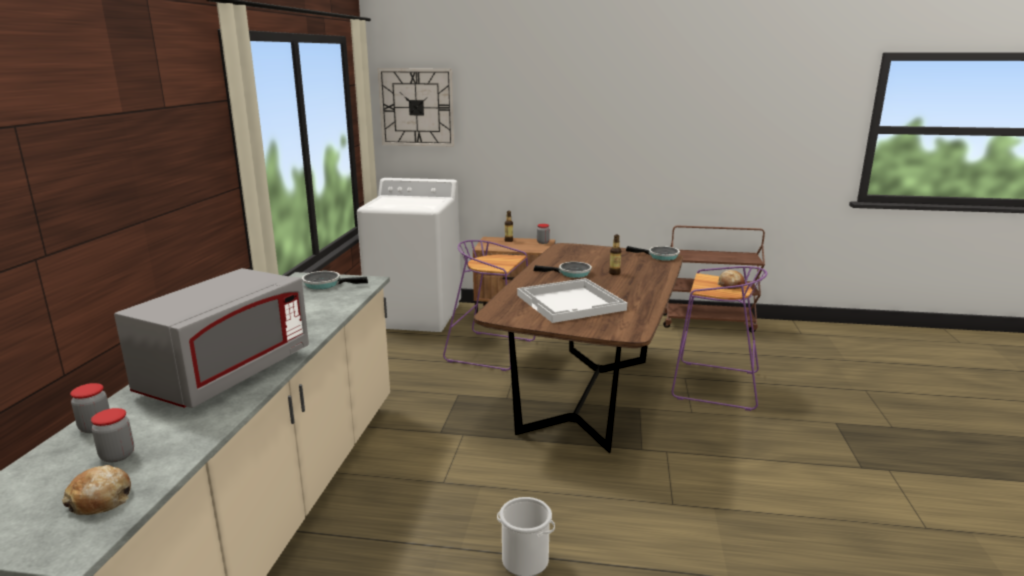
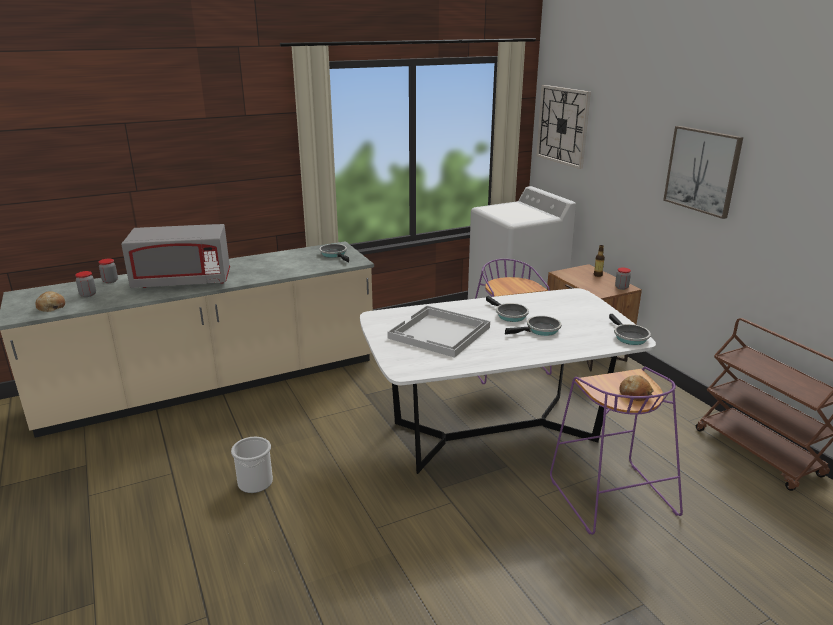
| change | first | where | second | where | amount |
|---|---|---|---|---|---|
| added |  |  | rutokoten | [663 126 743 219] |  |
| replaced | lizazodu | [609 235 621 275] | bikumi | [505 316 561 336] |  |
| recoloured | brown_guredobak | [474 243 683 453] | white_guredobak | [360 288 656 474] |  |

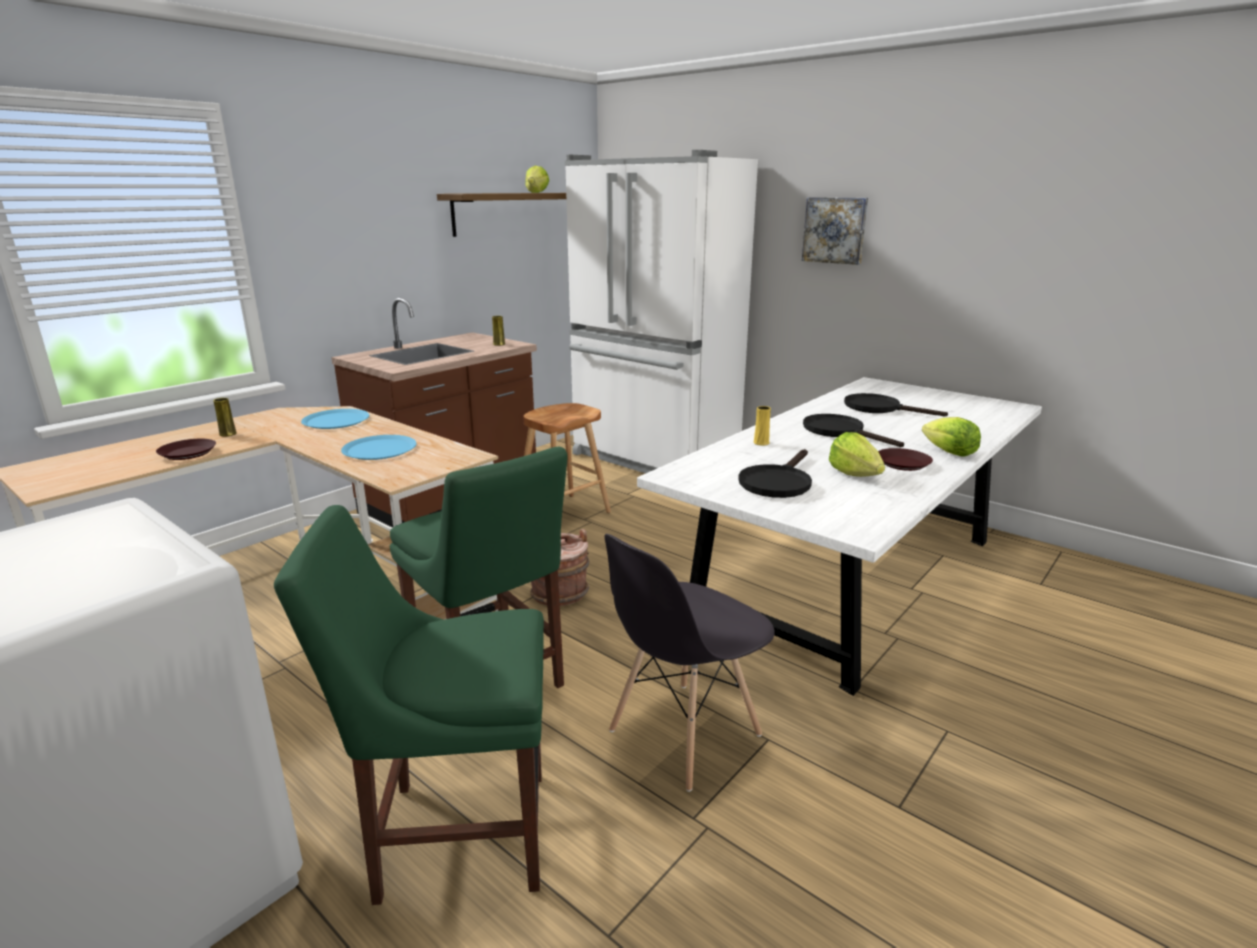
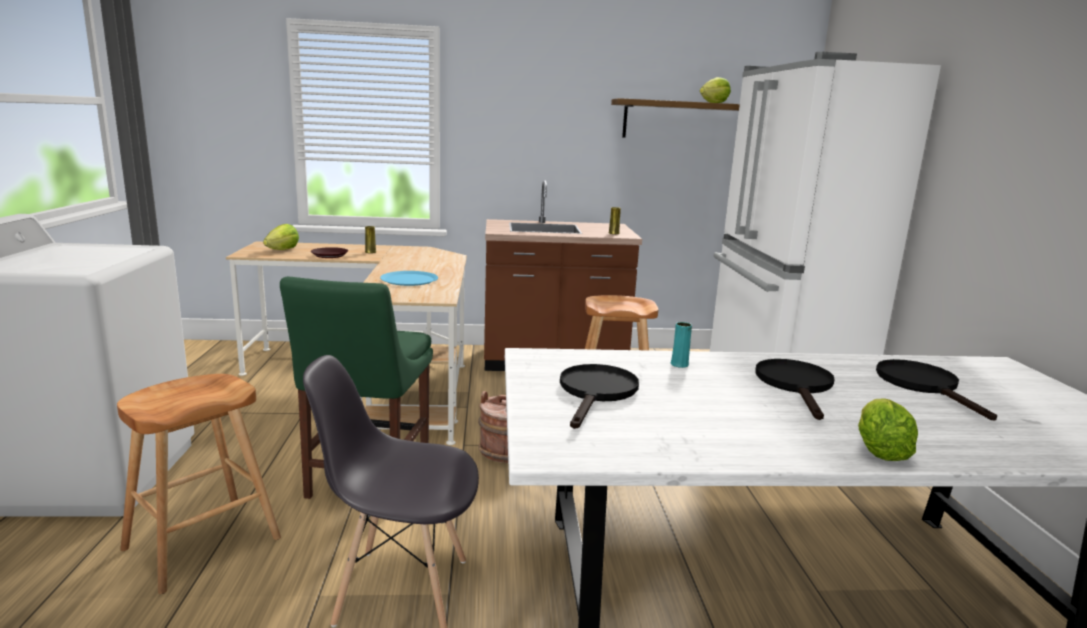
| change | first | where | second | where | amount |
|---|---|---|---|---|---|
| removed | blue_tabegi | [301 409 369 429] |  |  |  |
| removed | rutokoten | [802 197 868 265] |  |  |  |
| removed | brown_tabegi | [878 448 933 471] |  |  |  |
| moved | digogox | [829 432 885 477] |  | [263 224 299 250] |  |
| replaced | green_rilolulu | [274 505 544 905] | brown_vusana | [117 374 281 594] |  |
| recoloured | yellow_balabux | [754 406 771 446] | turquoise_balabux | [671 322 692 368] |  |
| turned | black_bikumi | [738 449 812 498] |  | [560 364 639 429] | 120 degrees clockwise |

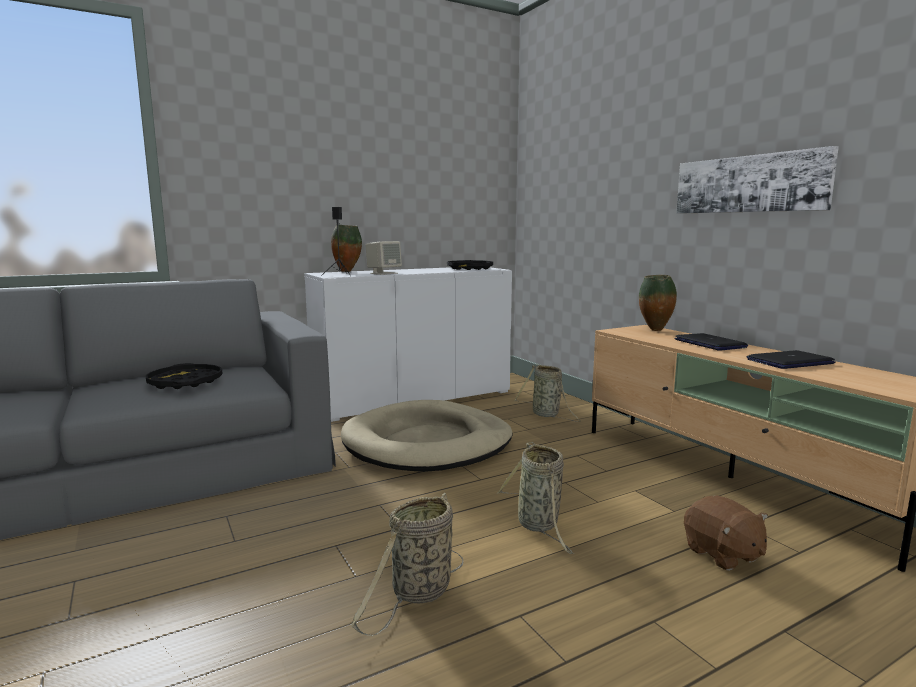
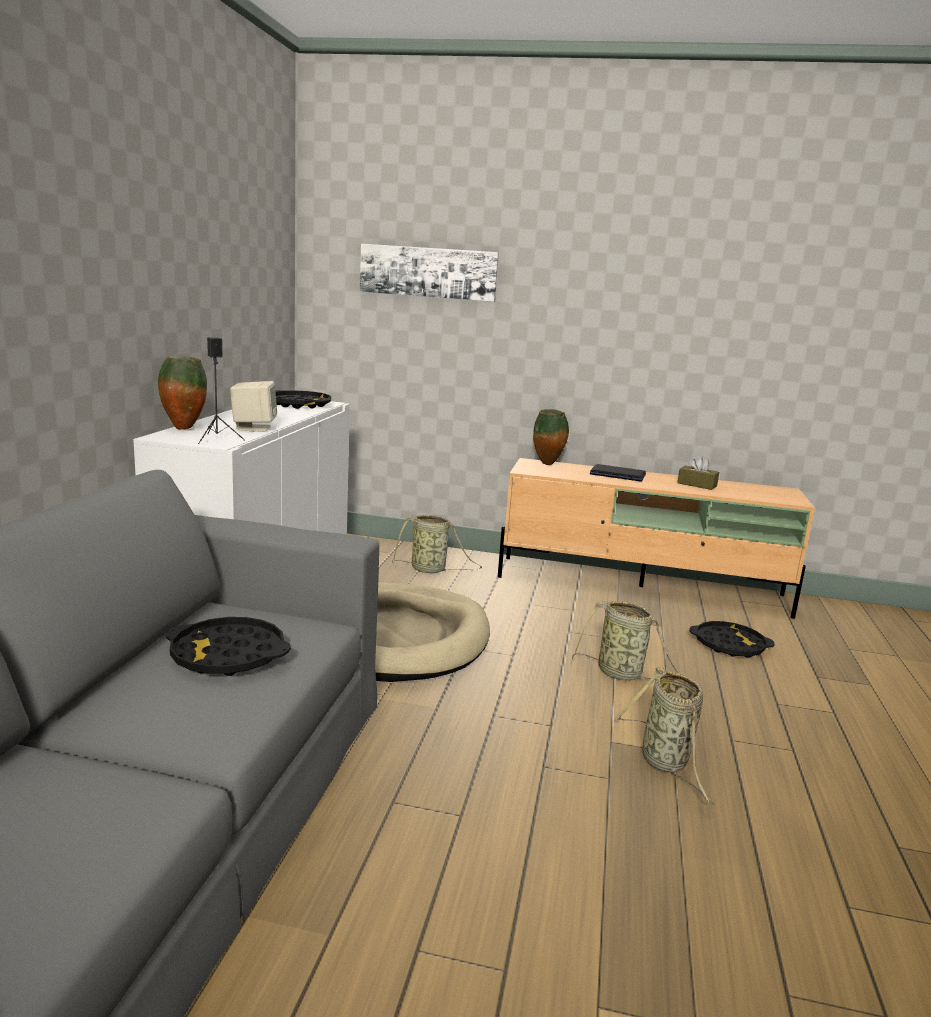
| change | first | where | second | where | amount |
|---|---|---|---|---|---|
| moved | rutokoten | [676 146 839 214] |  | [360 244 499 302] |  |
| replaced | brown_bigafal | [684 495 768 571] | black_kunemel | [689 621 775 658] |  |
| replaced | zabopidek | [747 350 836 369] | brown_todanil | [677 456 719 490] |  |

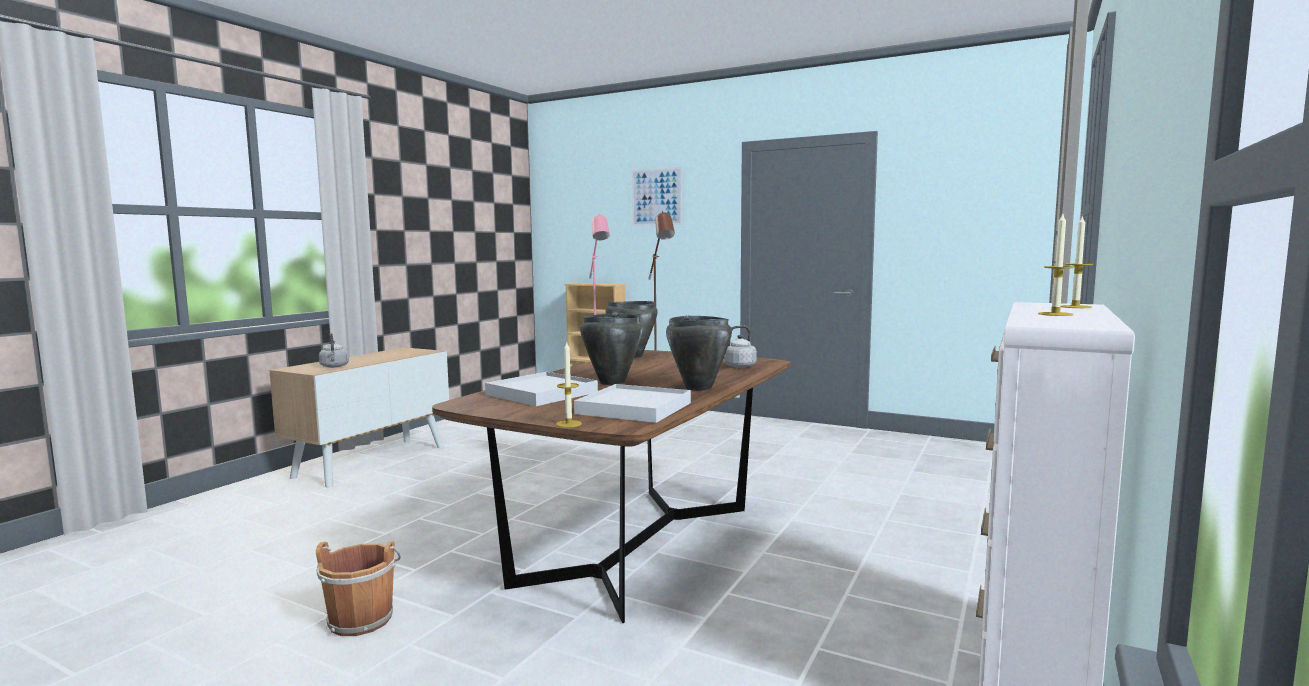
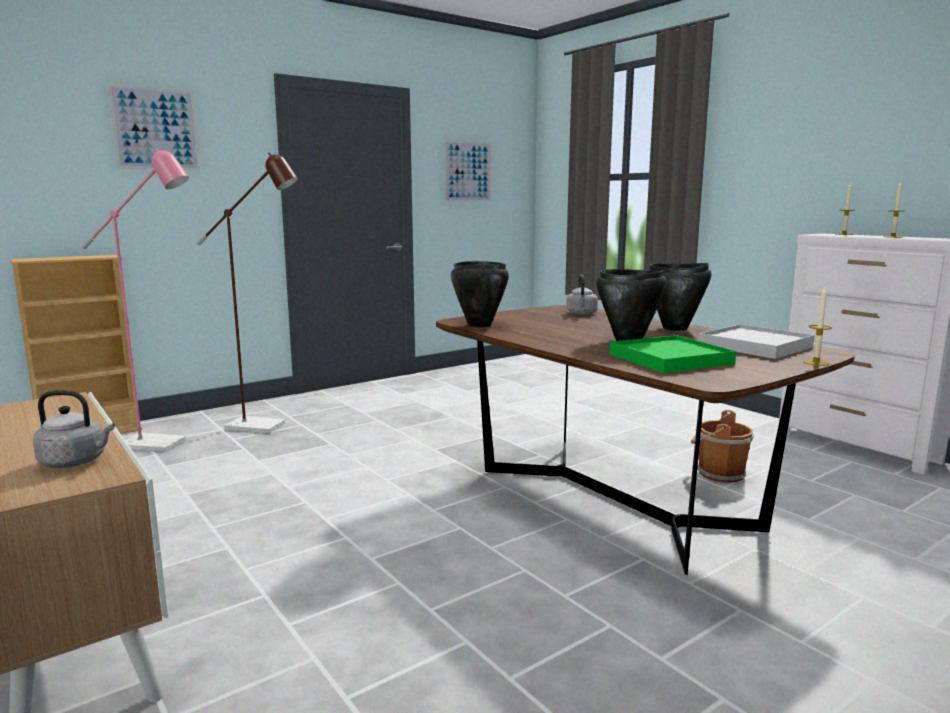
| change | first | where | second | where | amount |
|---|---|---|---|---|---|
| added |  |  | rutokoten | [444 140 492 202] |  |
| moved | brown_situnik | [316 541 401 636] |  | [691 410 754 483] |  |
| recoloured | white_kunemel | [485 372 598 406] | green_kunemel | [609 335 736 373] |  |

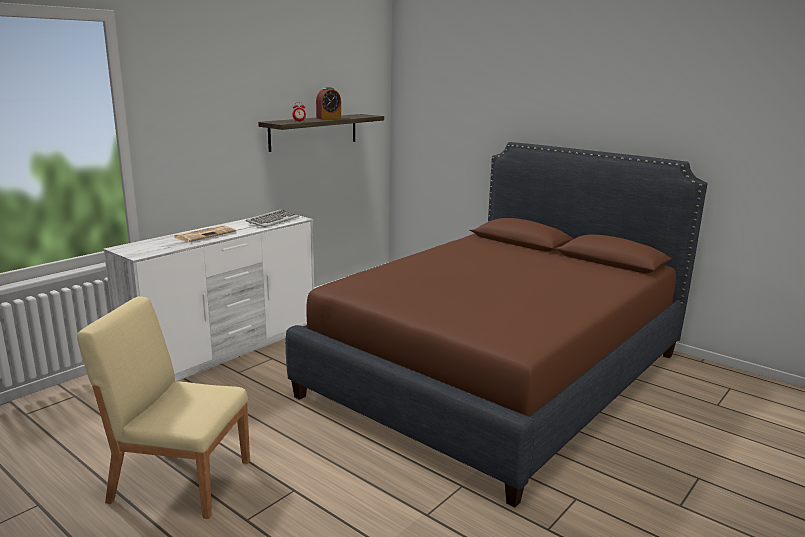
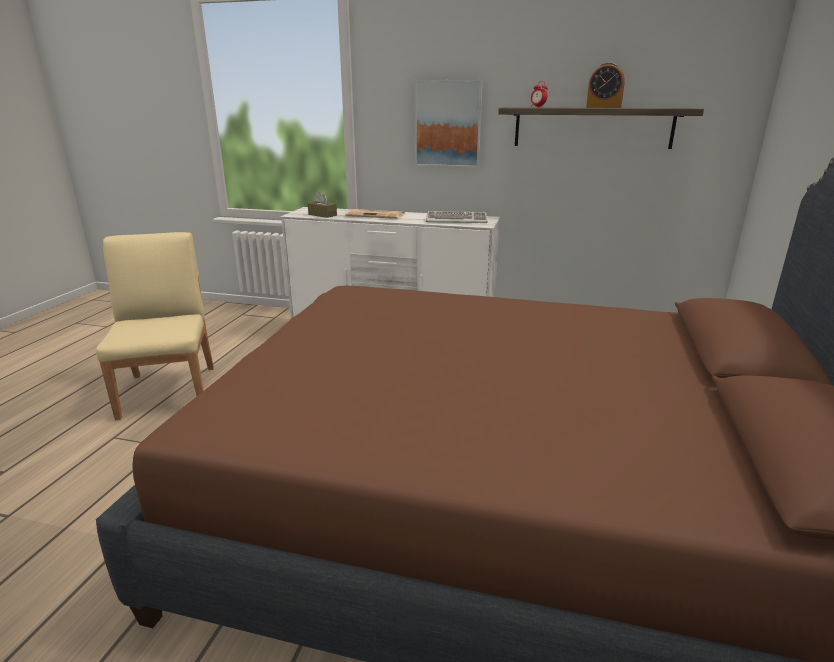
| change | first | where | second | where | amount |
|---|---|---|---|---|---|
| added |  |  | brown_todanil | [308 192 337 218] |  |
| added |  |  | rutokoten | [415 79 483 167] |  |

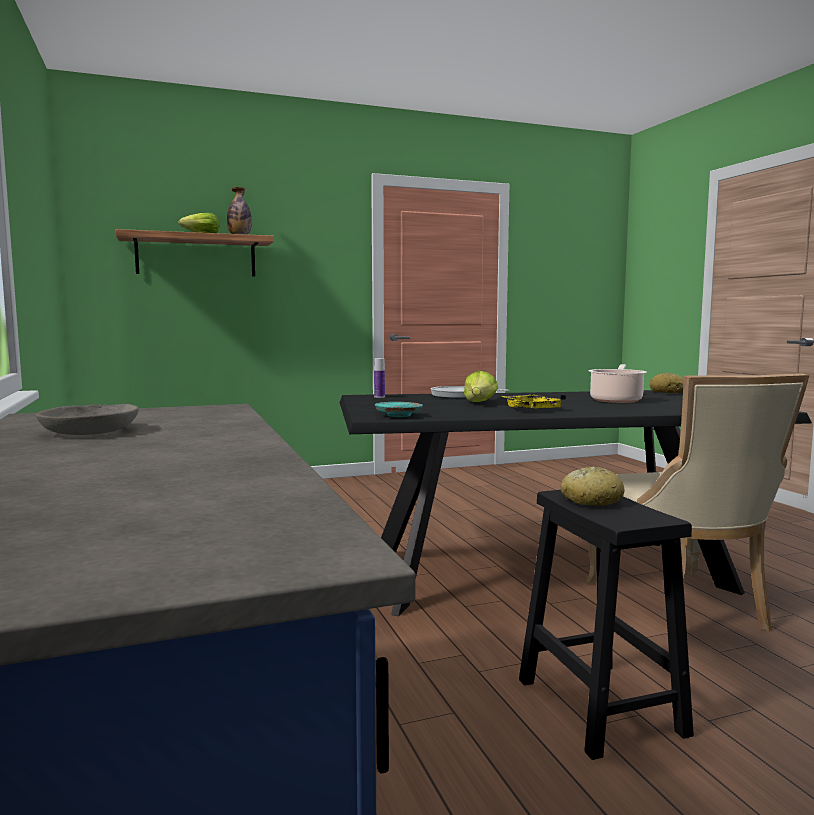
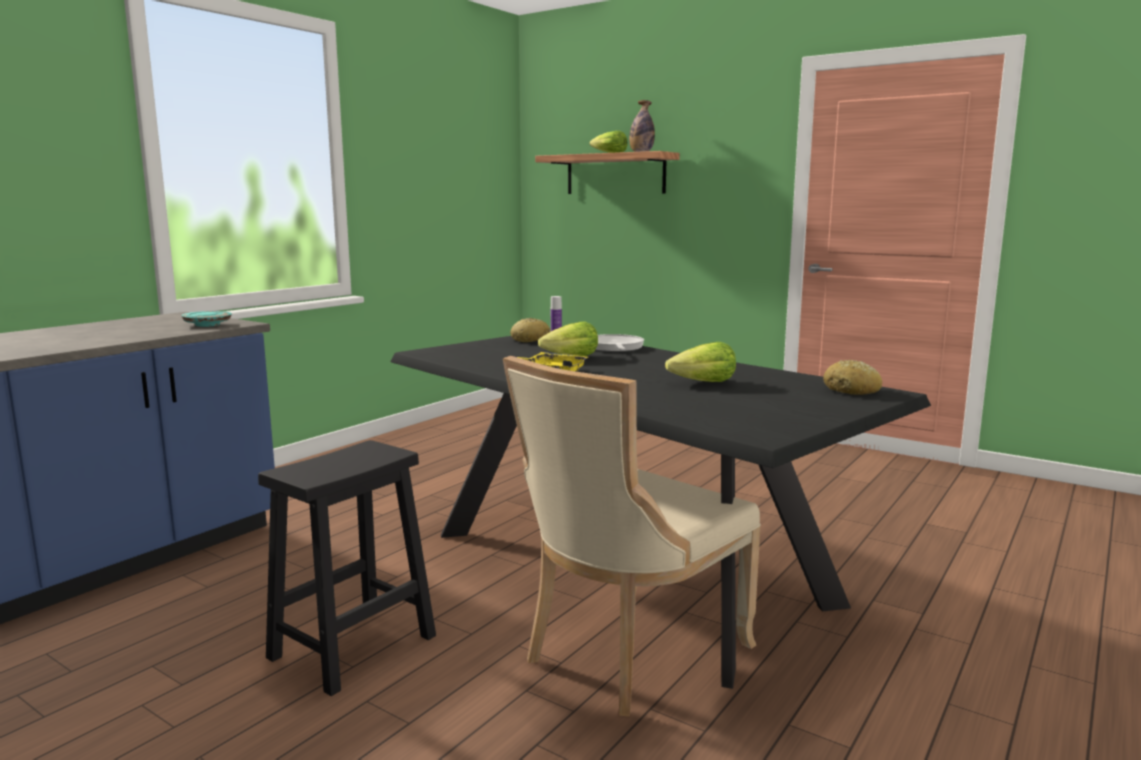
| change | first | where | second | where | amount |
|---|---|---|---|---|---|
| removed | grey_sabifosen | [36 404 139 435] |  |  |  |
| moved | turquoise_tabegi | [375 402 423 417] |  | [181 311 232 327] |  |
| moved | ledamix | [561 467 625 506] |  | [510 318 551 342] |  |
| replaced | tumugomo | [589 364 647 403] | digogox | [665 342 736 382] |  |

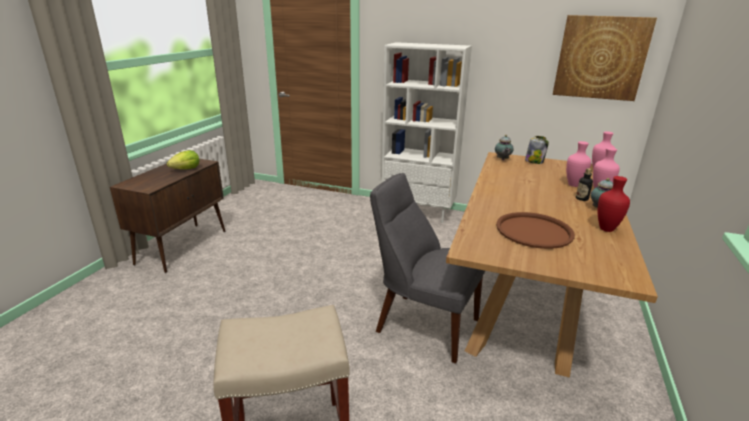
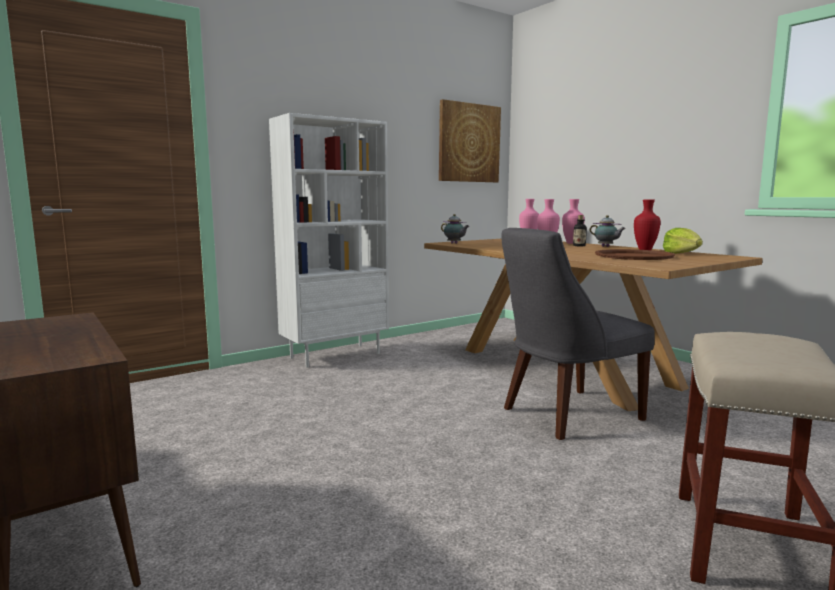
| change | first | where | second | where | amount |
|---|---|---|---|---|---|
| removed | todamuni | [525 136 549 164] |  |  |  |
| moved | digogox | [167 150 199 169] |  | [663 228 703 254] |  |

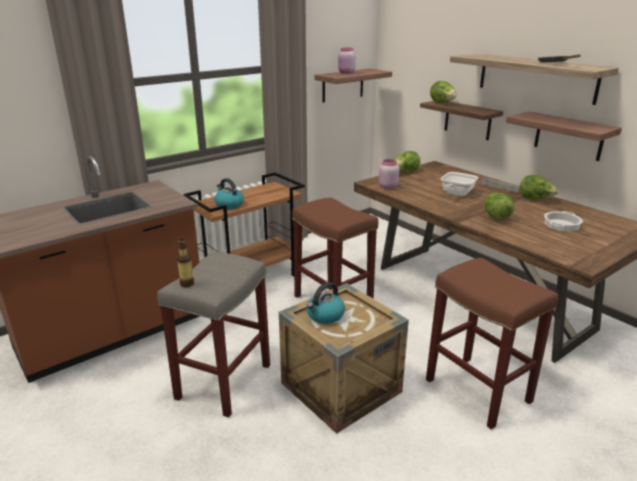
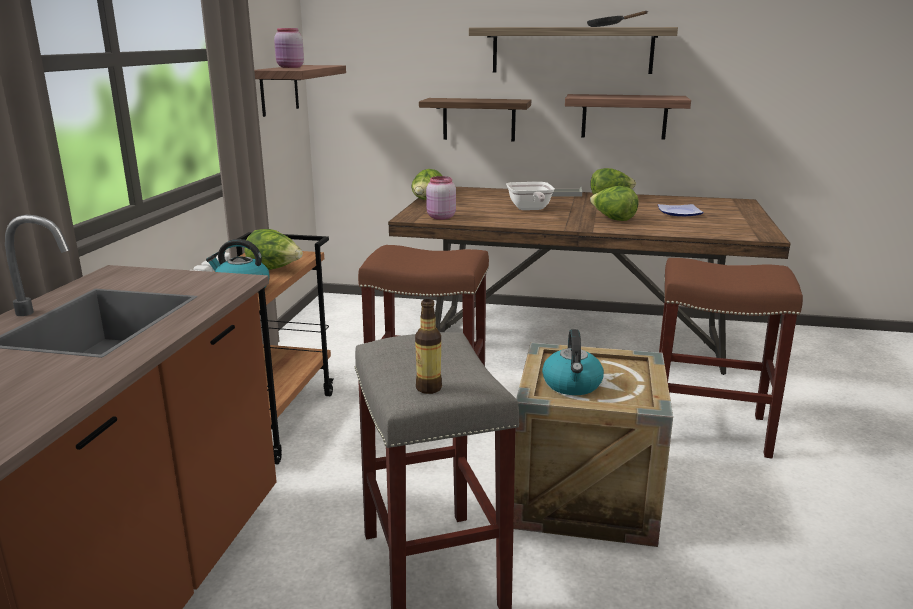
| change | first | where | second | where | amount |
|---|---|---|---|---|---|
| moved | digogox | [430 81 457 103] |  | [245 229 303 270] |  |
| replaced | tumugomo | [544 211 583 232] | tabegi | [658 204 704 216] |  |

